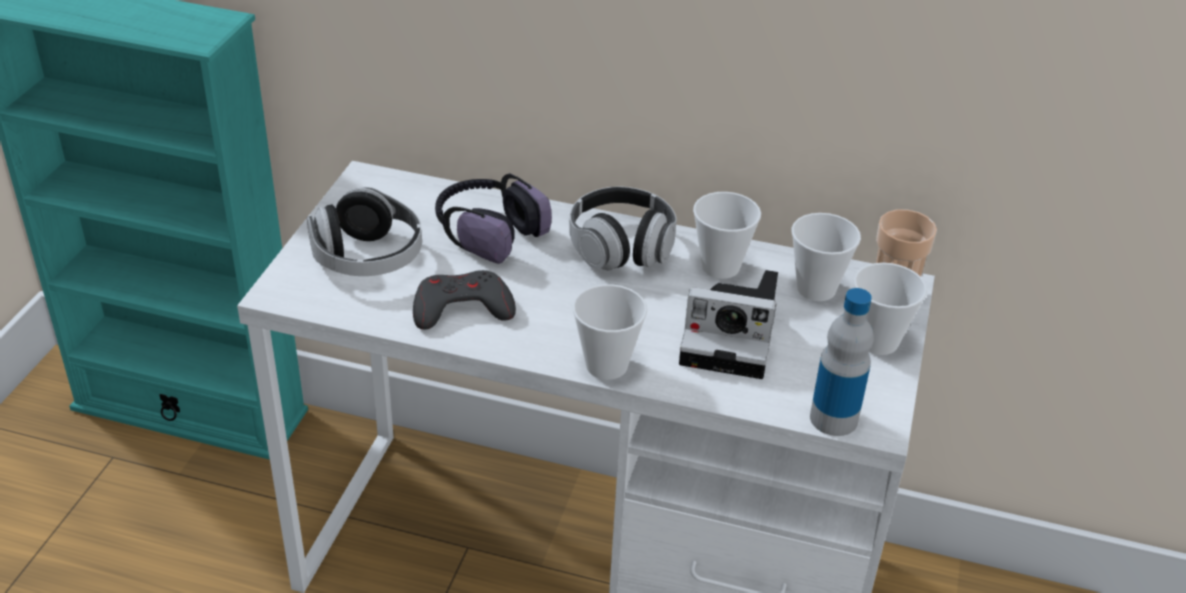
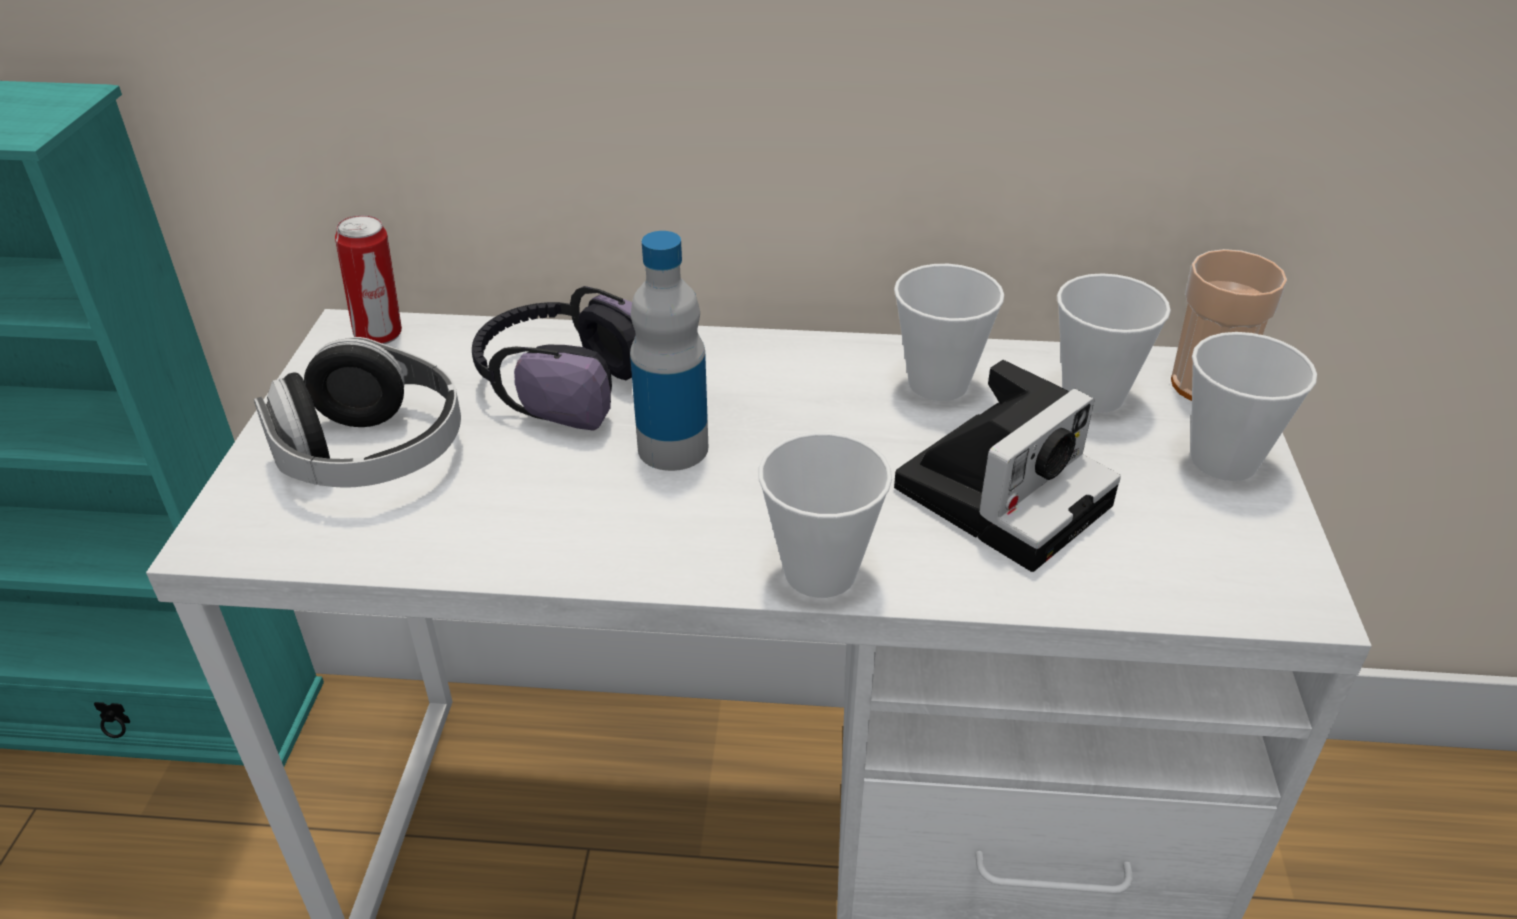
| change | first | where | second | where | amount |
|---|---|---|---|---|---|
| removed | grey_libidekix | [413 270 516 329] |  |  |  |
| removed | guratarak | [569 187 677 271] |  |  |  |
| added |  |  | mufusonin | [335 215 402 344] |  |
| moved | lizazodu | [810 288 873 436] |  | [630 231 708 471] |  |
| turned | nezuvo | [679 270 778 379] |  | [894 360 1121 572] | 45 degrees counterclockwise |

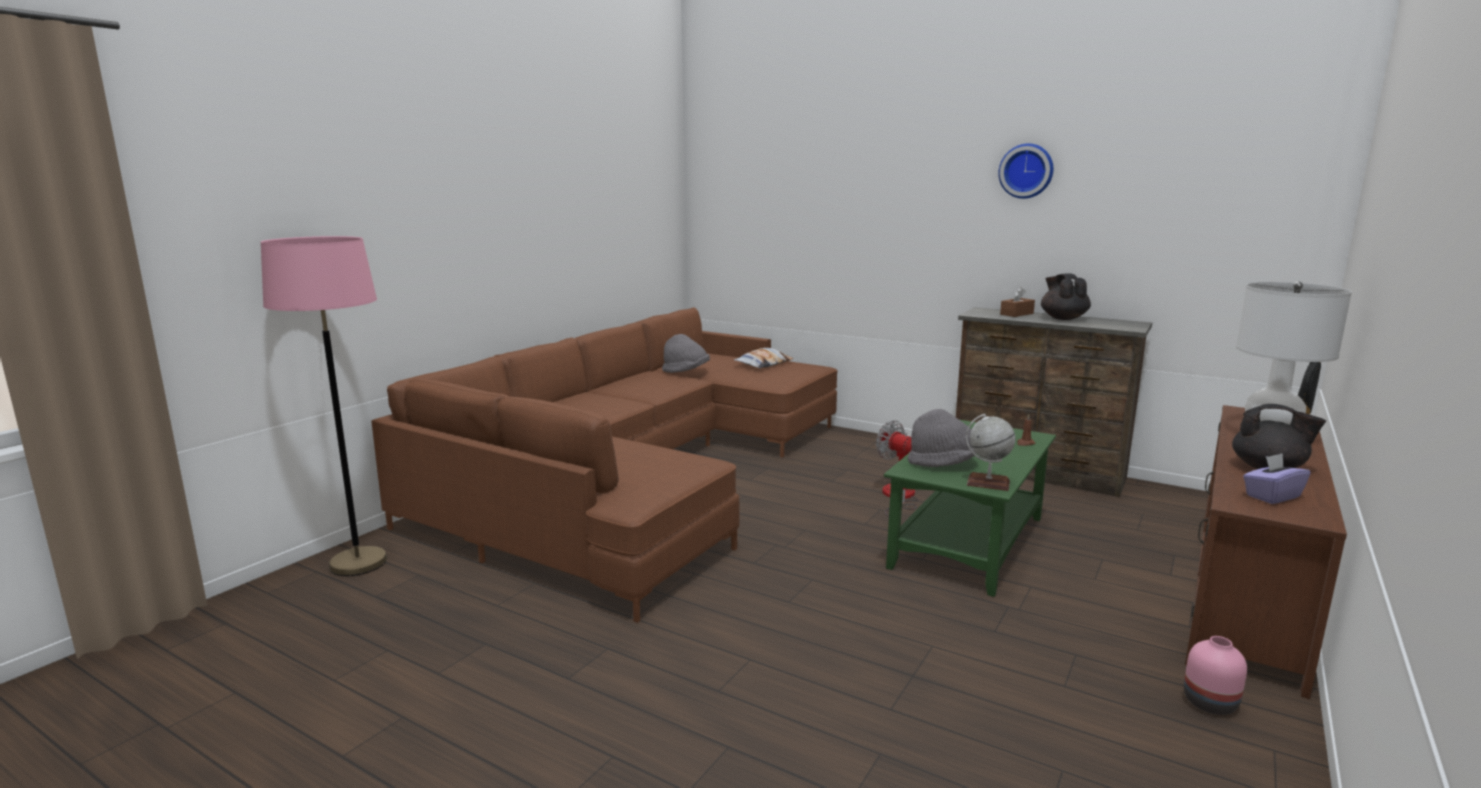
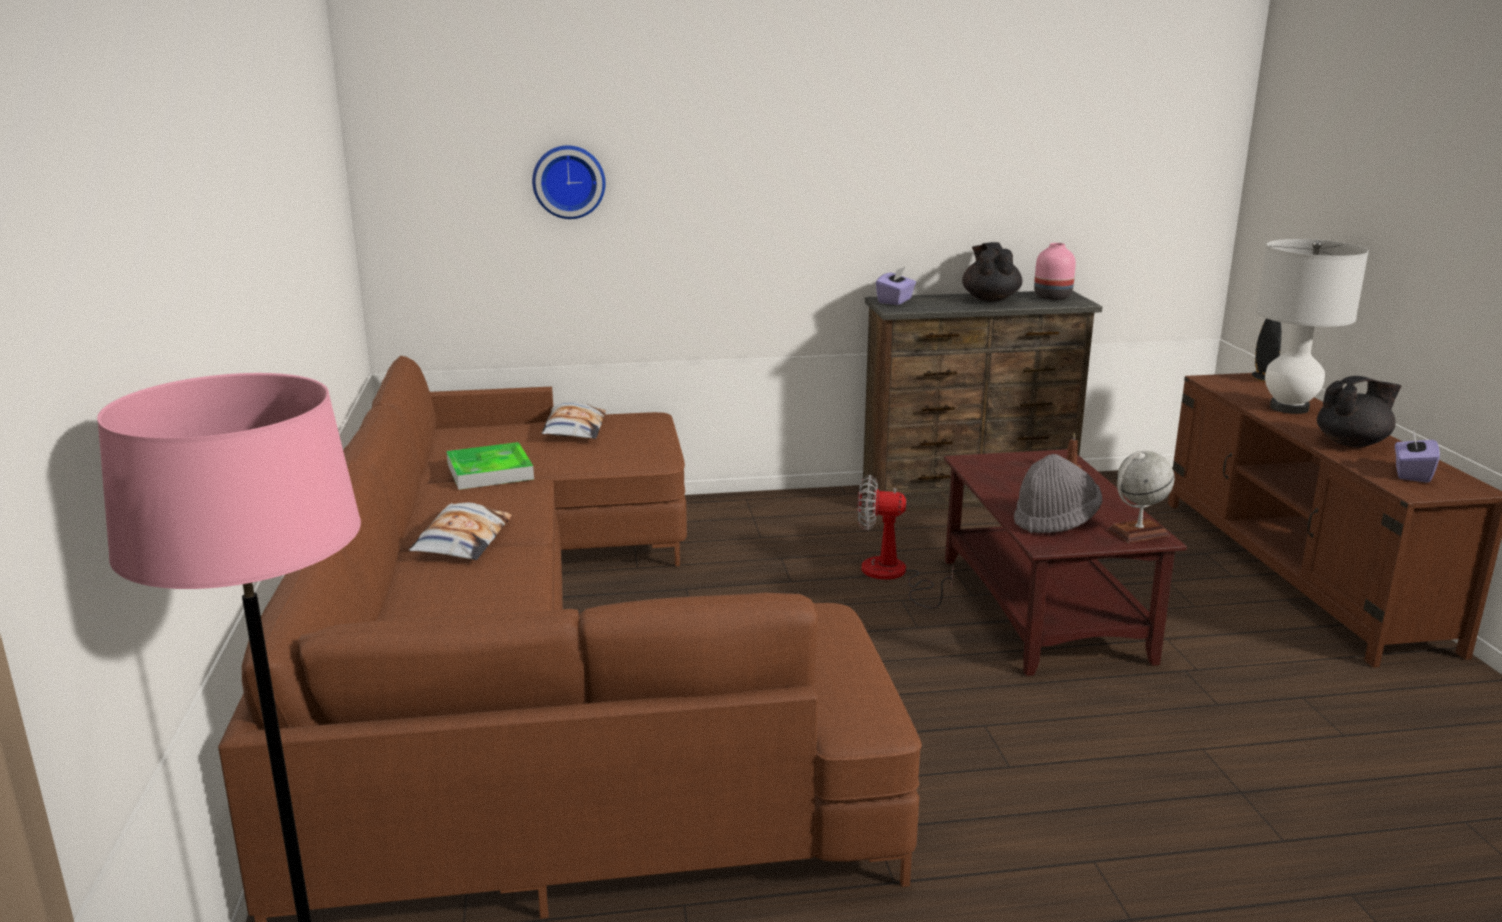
| change | first | where | second | where | amount |
|---|---|---|---|---|---|
| removed | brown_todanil | [1000 287 1035 317] |  |  |  |
| added |  |  | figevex | [409 503 512 560] |  |
| added |  |  | purple_todanil | [876 266 916 305] |  |
| moved | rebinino | [999 144 1053 199] |  | [532 145 605 219] |  |
| moved | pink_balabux | [1184 636 1247 715] |  | [1034 243 1076 300] |  |
| replaced | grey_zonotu | [662 334 710 373] | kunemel | [446 442 534 490] |  |
| recoloured | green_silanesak | [884 420 1056 597] | brown_silanesak | [944 449 1187 676] |  |
| turned | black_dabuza | [1041 273 1091 320] |  | [962 242 1022 302] | 45 degrees clockwise |

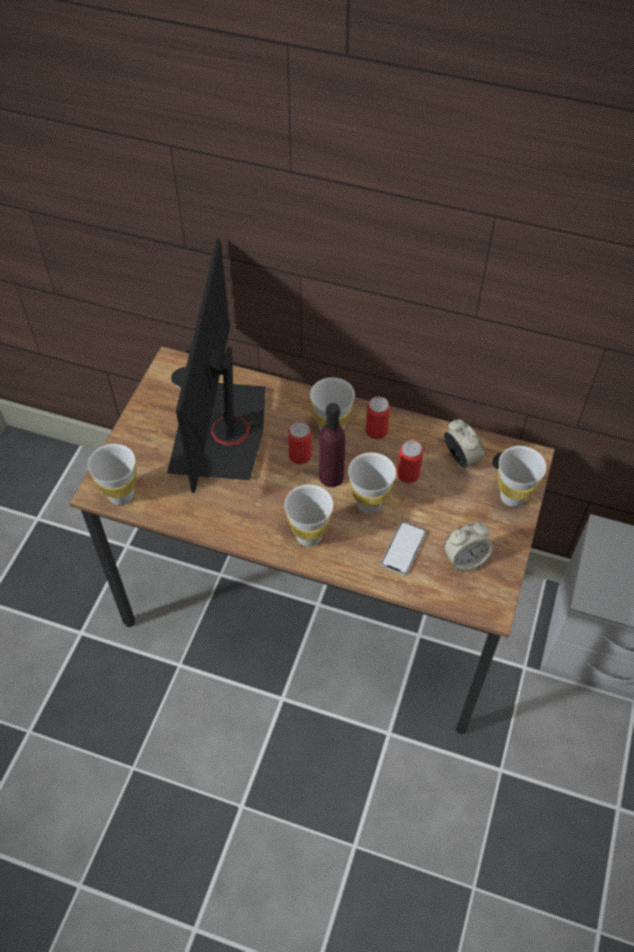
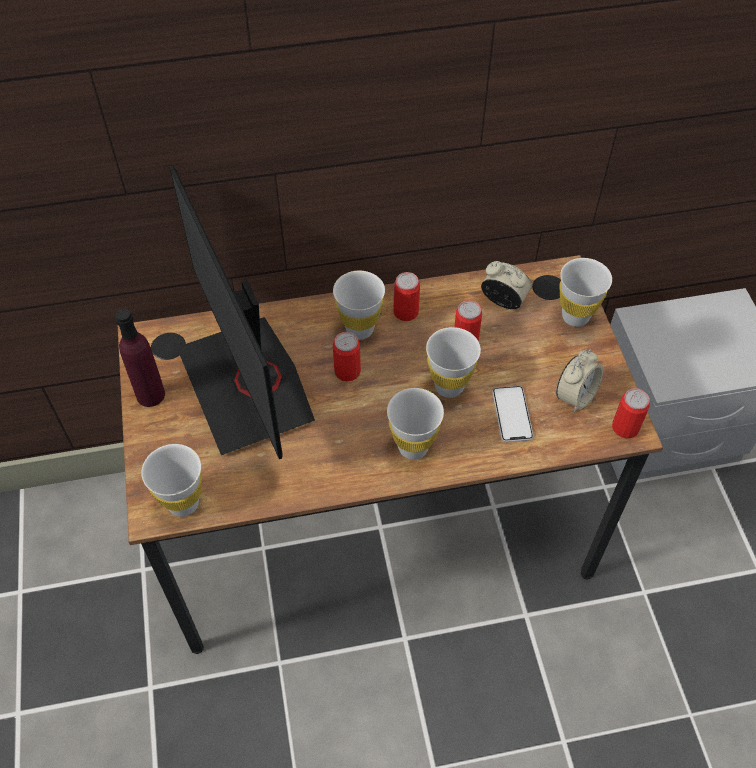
| change | first | where | second | where | amount |
|---|---|---|---|---|---|
| added |  |  | mufusonin | [612 388 650 439] |  |
| moved | purple_lizazodu | [319 403 345 487] |  | [115 309 165 407] |  |

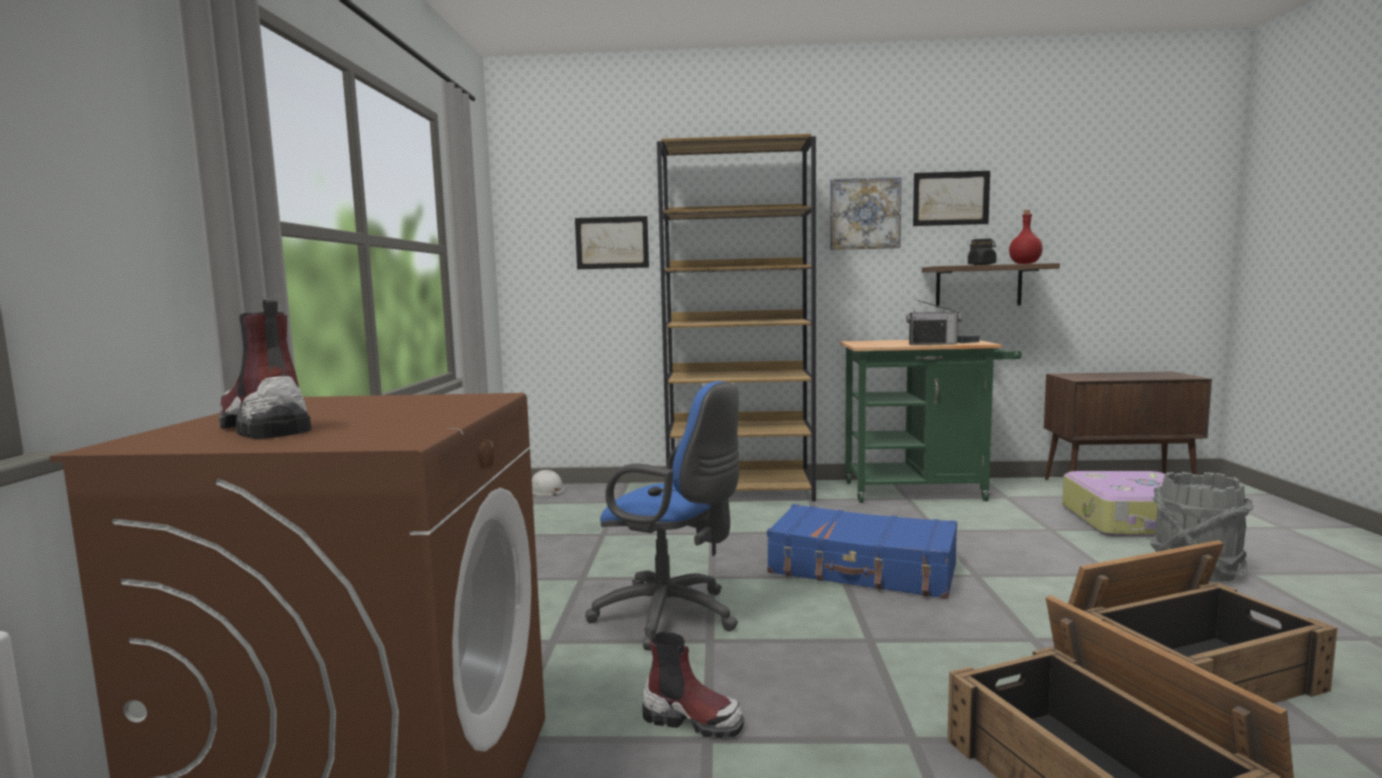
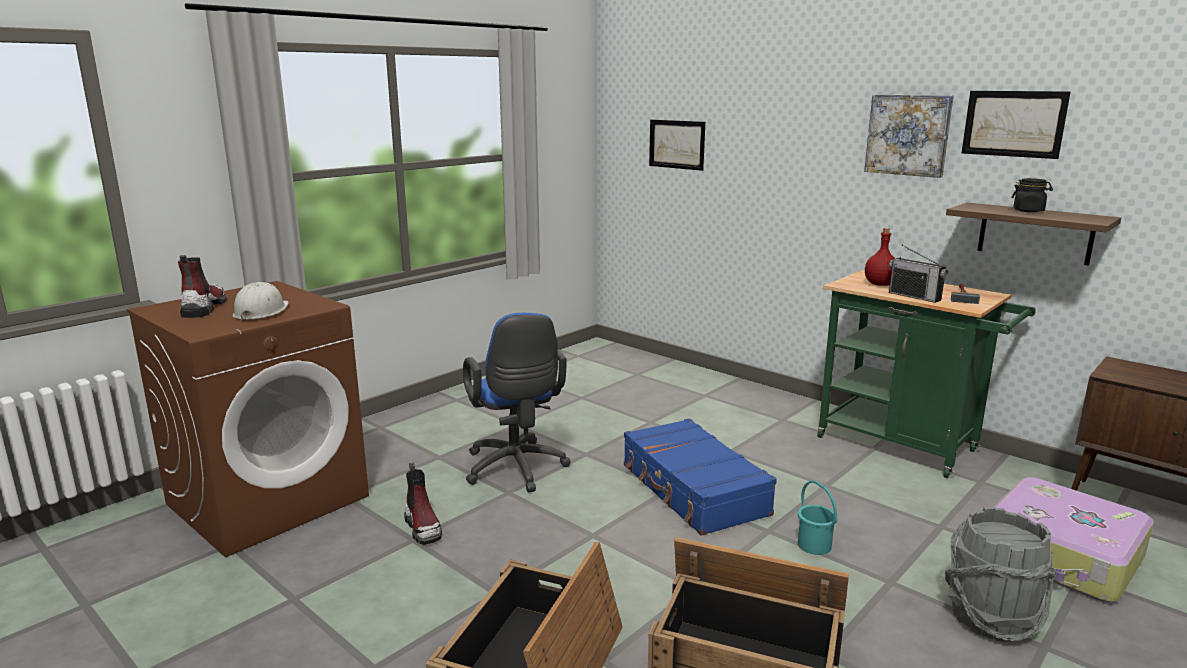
| change | first | where | second | where | amount |
|---|---|---|---|---|---|
| removed | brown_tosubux | [657 134 816 501] |  |  |  |
| added |  |  | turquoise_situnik | [798 481 838 555] |  |
| moved | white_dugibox | [532 470 565 496] |  | [233 282 289 322] |  |
| moved | red_lizazodu | [1009 210 1043 264] |  | [865 228 895 286] |  |

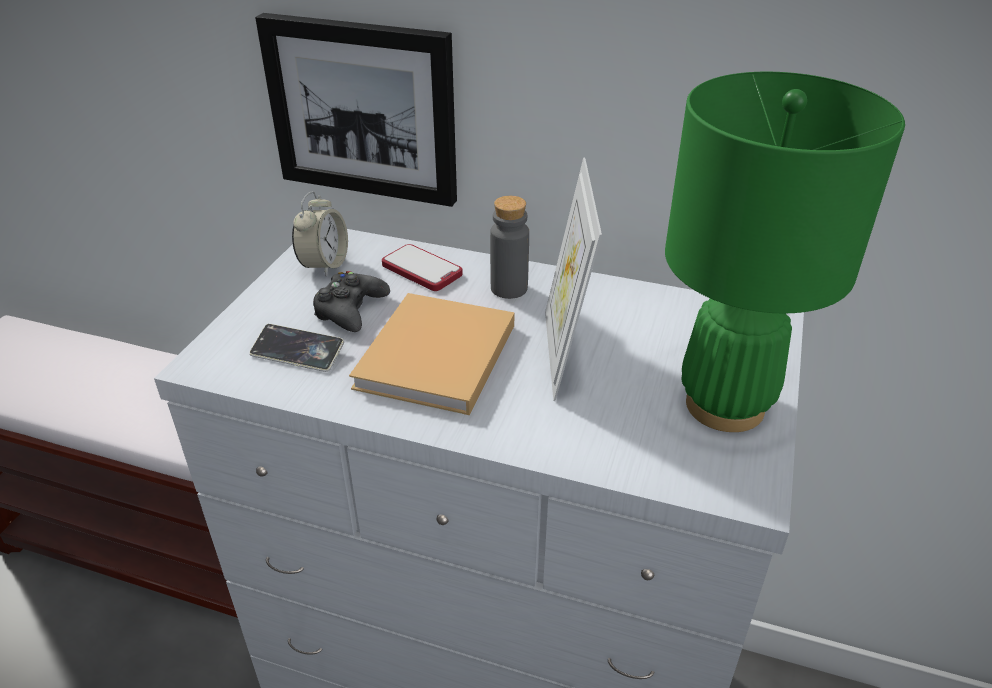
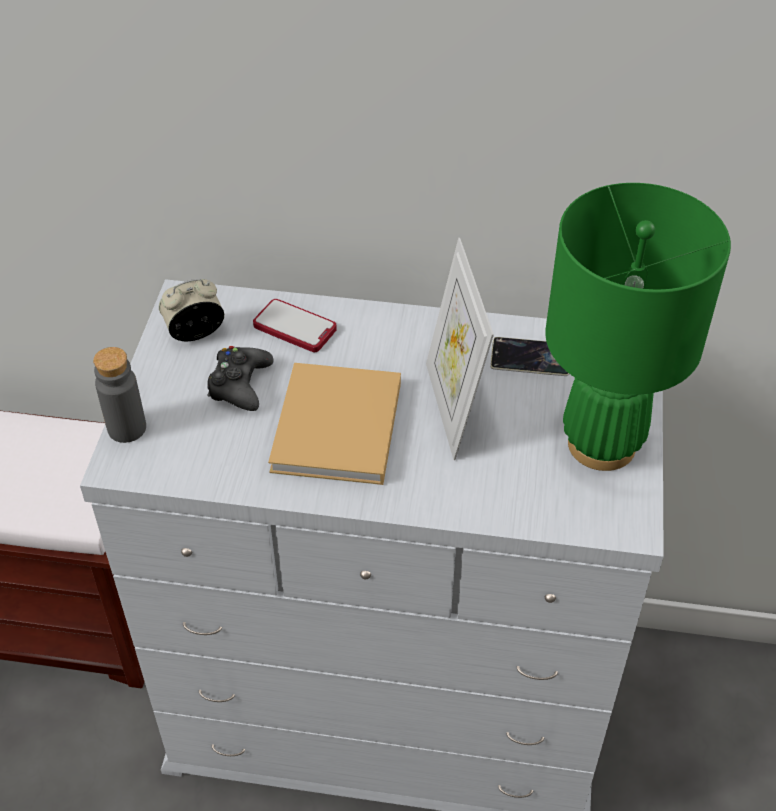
| change | first | where | second | where | amount |
|---|---|---|---|---|---|
| removed | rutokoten | [255 13 457 207] |  |  |  |
| moved | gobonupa | [249 324 344 372] |  | [490 337 569 376] |  |
| moved | grey_lizazodu | [490 196 529 299] |  | [93 347 146 443] |  |
| turned | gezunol | [292 191 348 277] |  | [159 279 224 341] | 120 degrees counterclockwise |

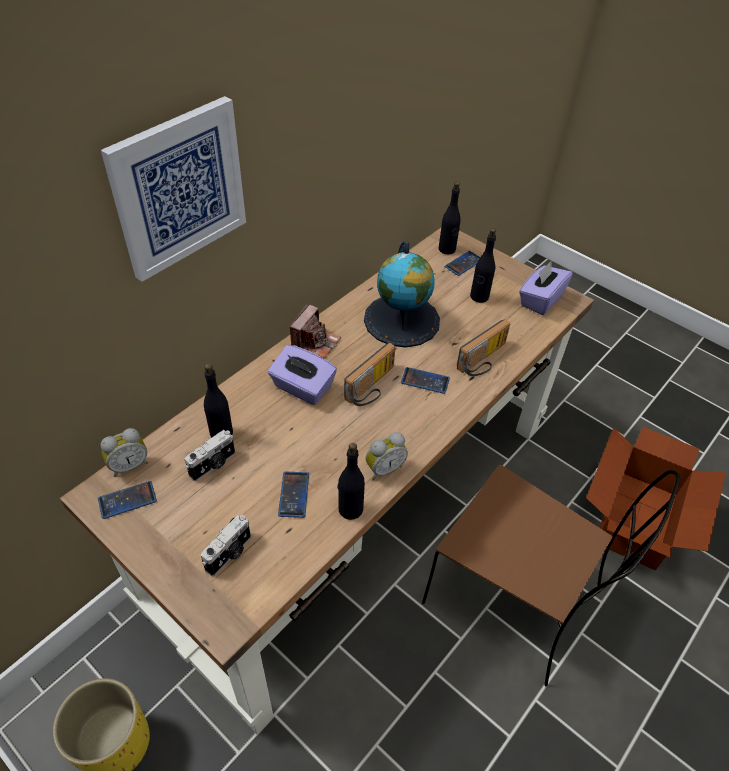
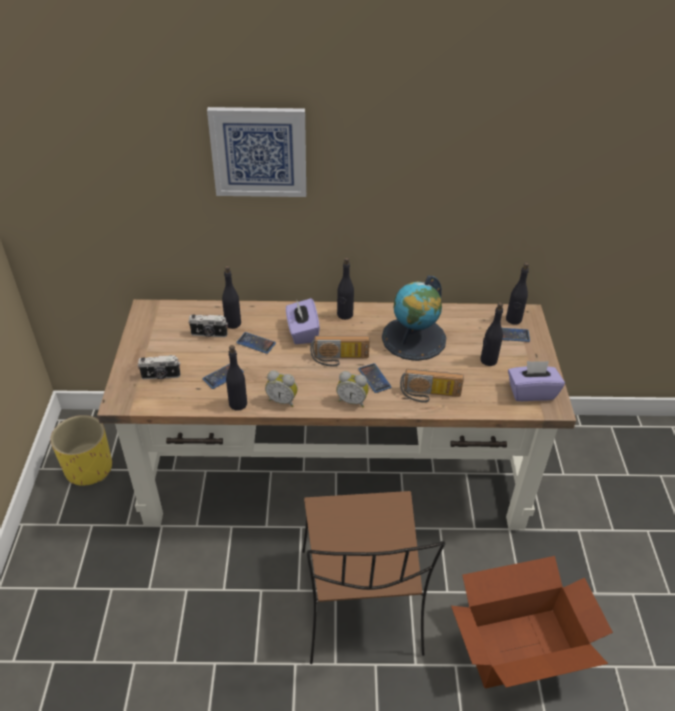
| change | first | where | second | where | amount |
|---|---|---|---|---|---|
| moved | gobonupa | [98 481 157 519] |  | [236 332 276 354] |  |
| moved | gezunol | [101 428 148 477] |  | [336 371 369 407] |  |
| replaced | nezuvo | [290 304 341 358] | black_lizazodu | [337 257 354 320] |  |

